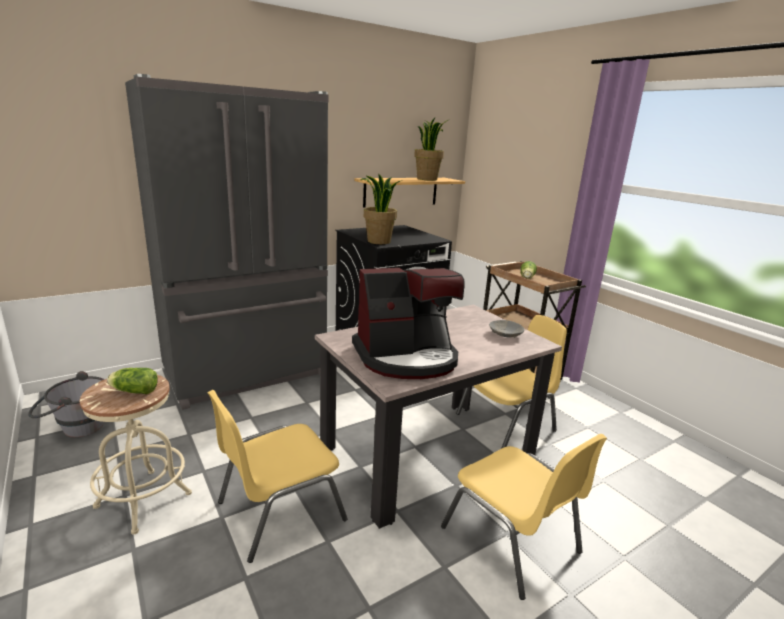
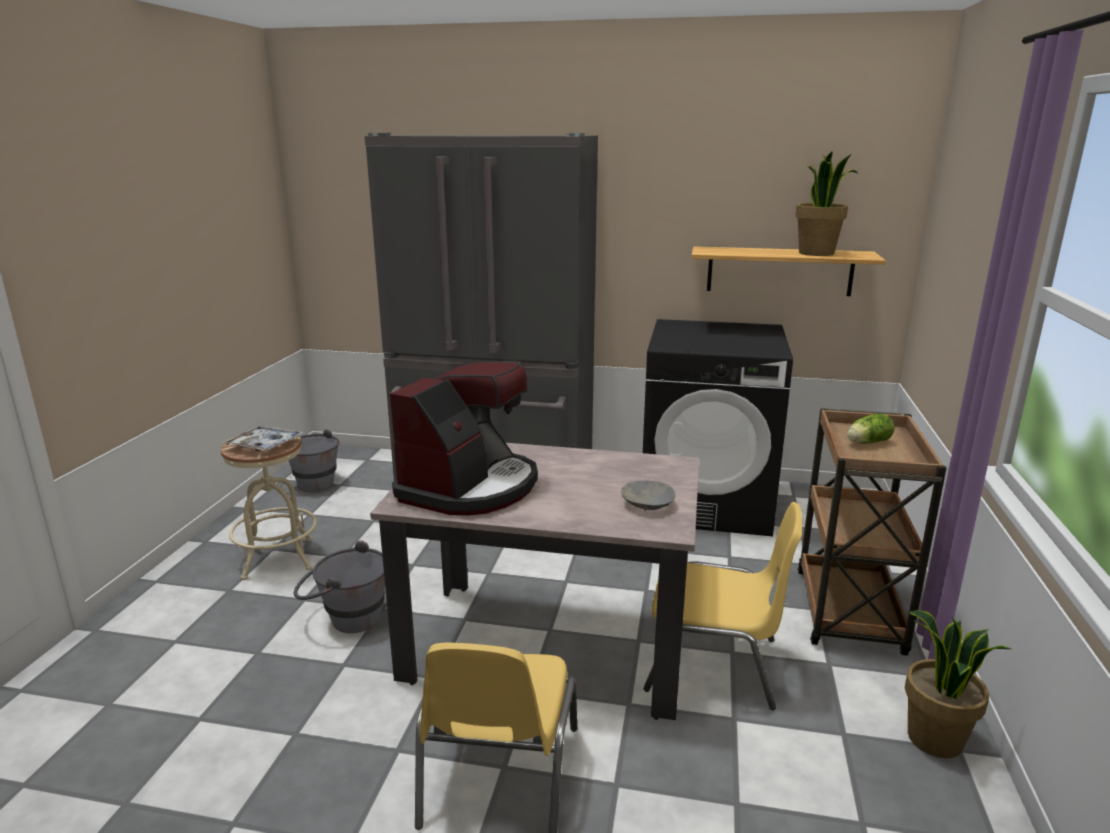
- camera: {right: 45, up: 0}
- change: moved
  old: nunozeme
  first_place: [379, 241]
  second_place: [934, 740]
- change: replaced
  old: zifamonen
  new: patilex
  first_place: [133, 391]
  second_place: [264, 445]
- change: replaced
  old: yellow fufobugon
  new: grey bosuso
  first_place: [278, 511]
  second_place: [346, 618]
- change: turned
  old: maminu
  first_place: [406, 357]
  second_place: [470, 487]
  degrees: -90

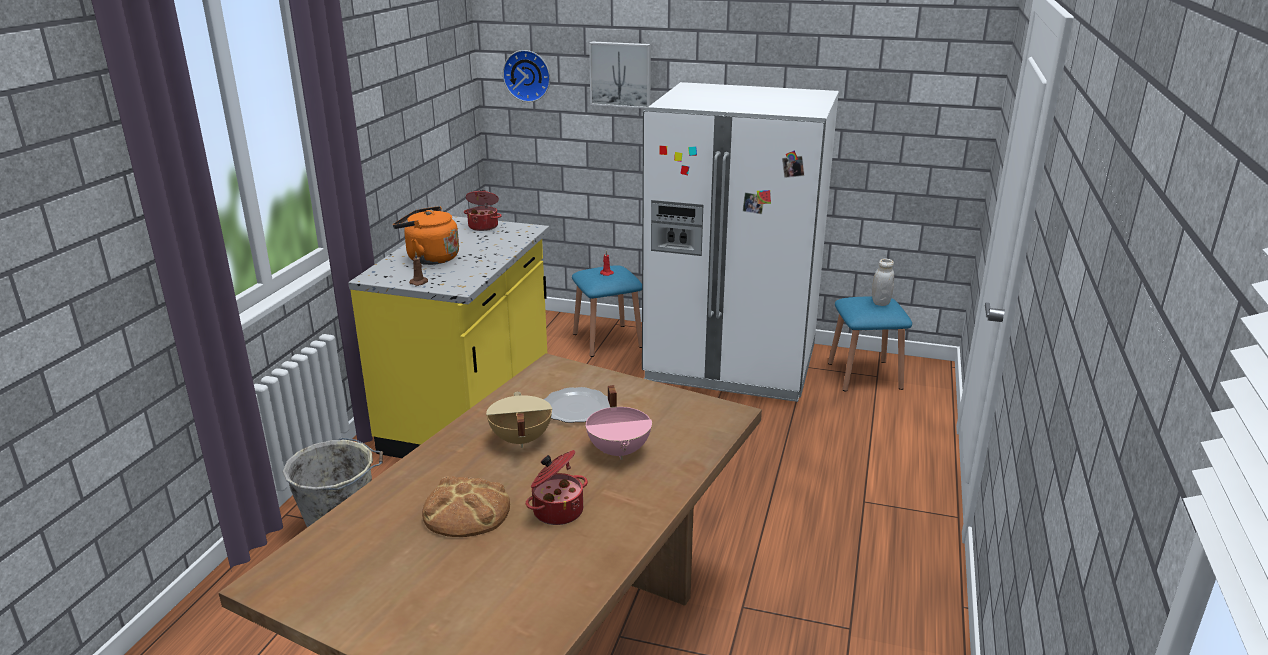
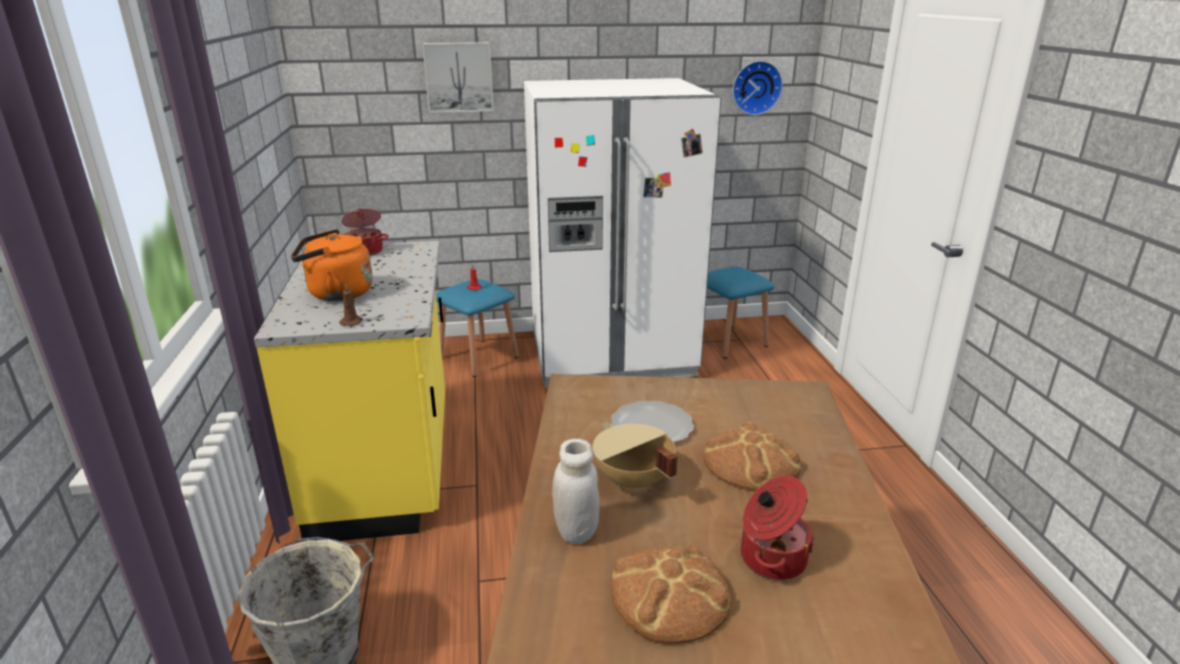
- camera: {right: -25, up: 0}
- change: moved
  old: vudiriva
  first_place: [528, 75]
  second_place: [756, 87]
- change: moved
  old: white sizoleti
  first_place: [880, 302]
  second_place: [576, 531]
- change: replaced
  old: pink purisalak
  new: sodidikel
  first_place: [620, 450]
  second_place: [751, 462]

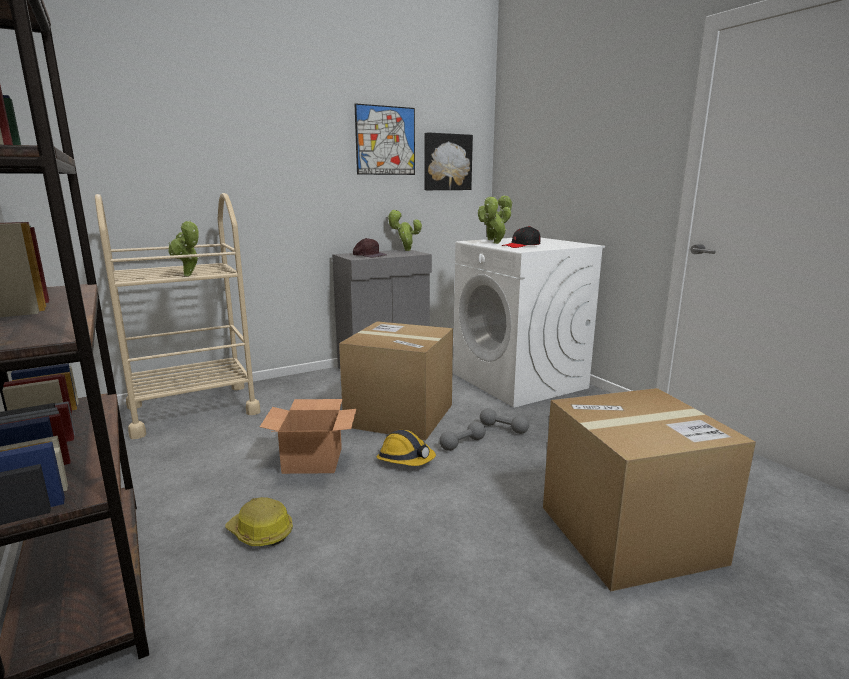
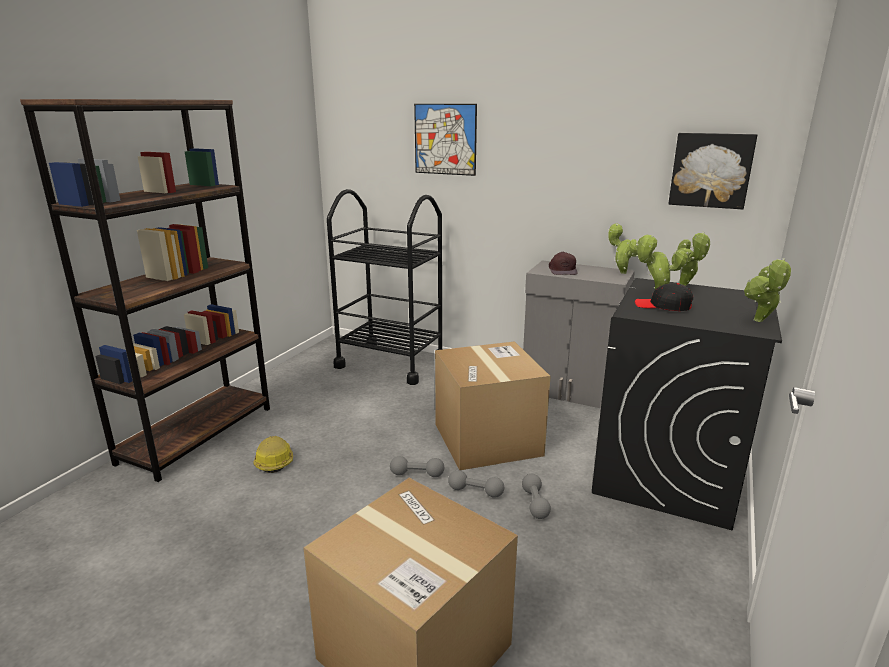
- camera: {right: 55, up: 5}
- change: removed
  old: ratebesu
  first_place: [311, 461]
- change: moved
  old: nunozeme
  first_place: [188, 275]
  second_place: [760, 321]
- change: moved
  old: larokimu
  first_place: [385, 140]
  second_place: [445, 139]
- change: replaced
  old: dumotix
  new: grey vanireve
  first_place: [406, 459]
  second_place: [417, 474]
- change: recoloured
  old: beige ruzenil
  new: black ruzenil
  first_place: [193, 409]
  second_place: [390, 363]
- change: recoloured
  old: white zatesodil
  new: black zatesodil
  first_place: [519, 381]
  second_place: [666, 474]

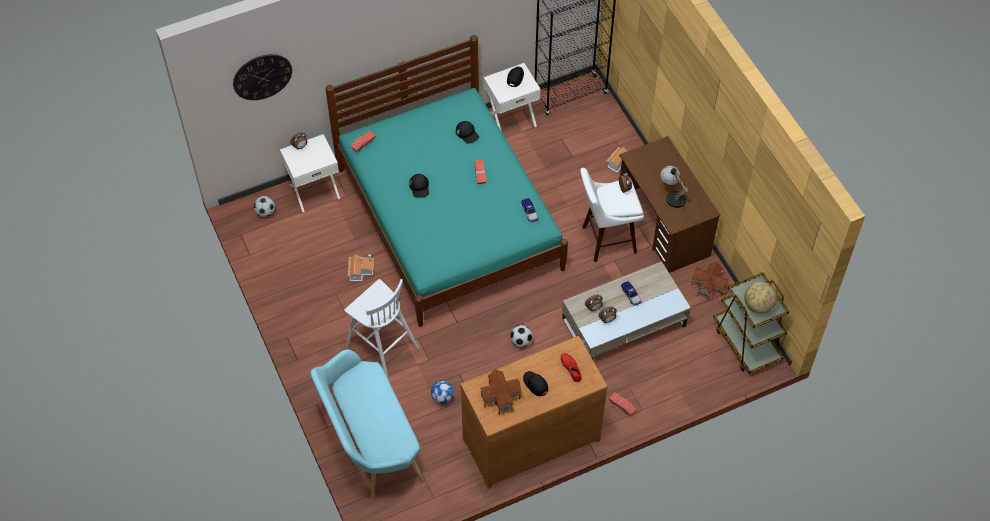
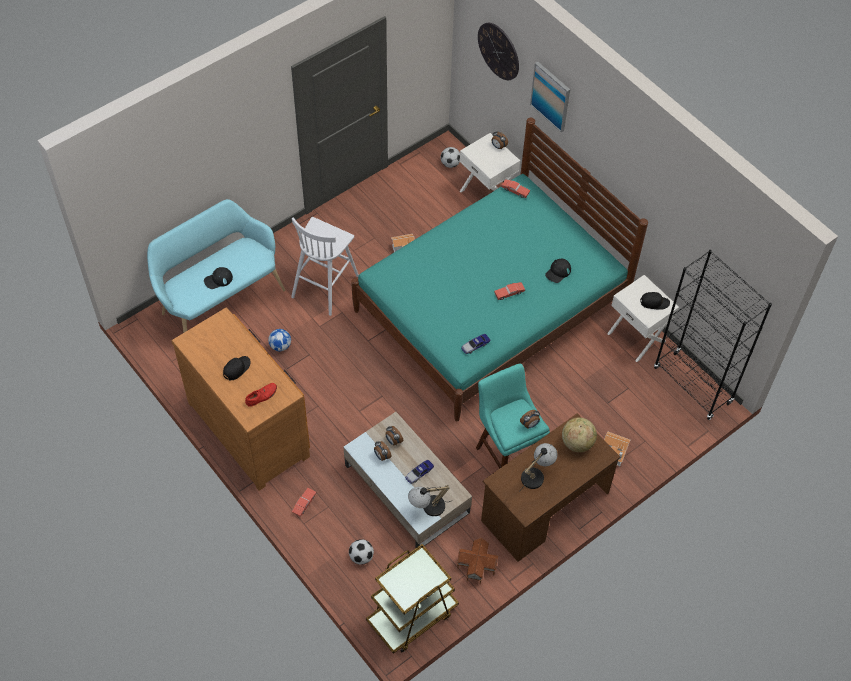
- camera: {right: 75, up: 0}
- change: removed
  old: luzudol
  first_place: [499, 397]
- change: added
  new: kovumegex
  second_place: [427, 508]
- change: added
  new: larokimu
  second_place: [551, 96]
- change: moved
  old: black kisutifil
  first_place: [419, 187]
  second_place: [218, 279]
- change: moved
  old: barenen
  first_place: [521, 341]
  second_place: [361, 557]
- change: moved
  old: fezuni
  first_place: [758, 305]
  second_place: [577, 443]
- change: recoloured
  old: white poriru
  new: turquoise poriru
  first_place: [606, 240]
  second_place: [507, 454]

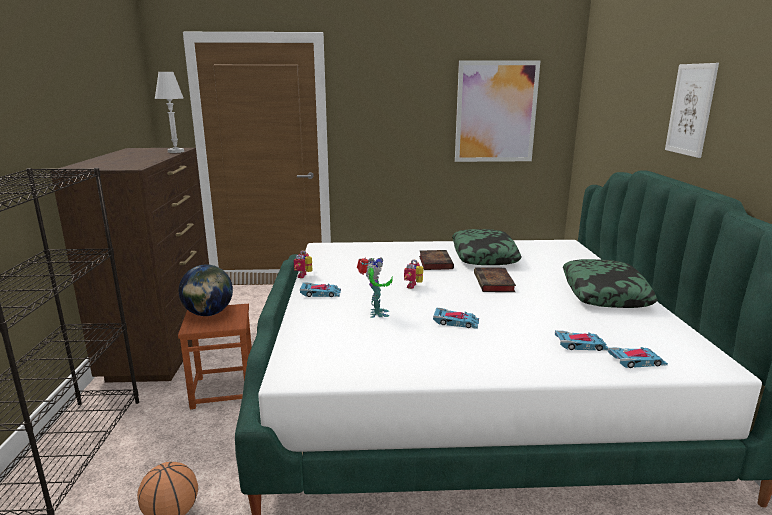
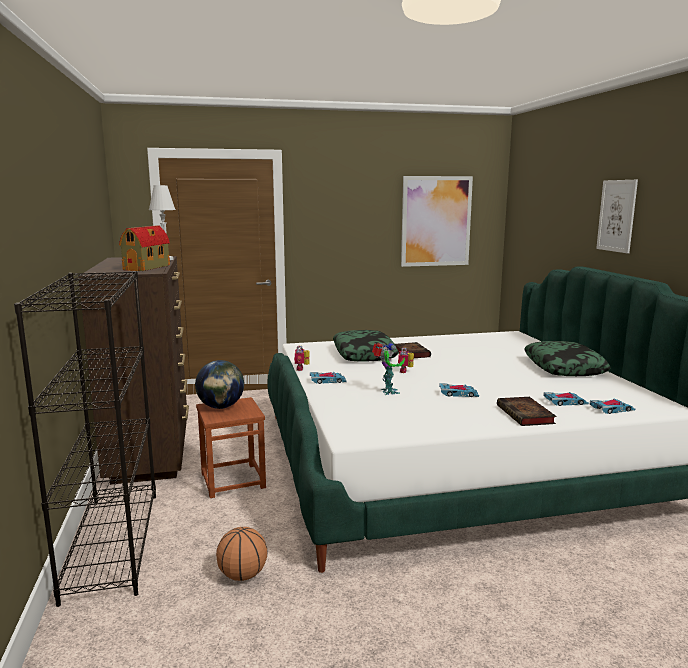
- camera: {right: -10, up: -5}
- change: added
  new: luzudol
  second_place: [147, 267]
- change: moved
  old: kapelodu
  first_place: [484, 256]
  second_place: [364, 354]
- change: moved
  old: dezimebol
  first_place: [494, 283]
  second_place: [526, 415]

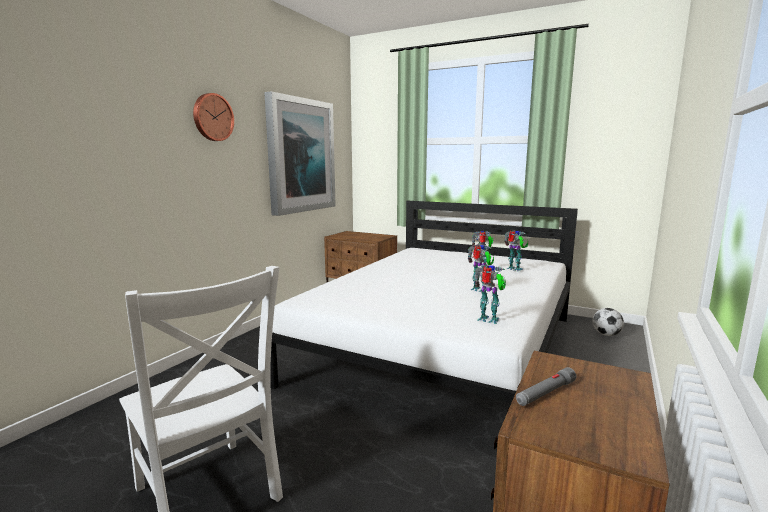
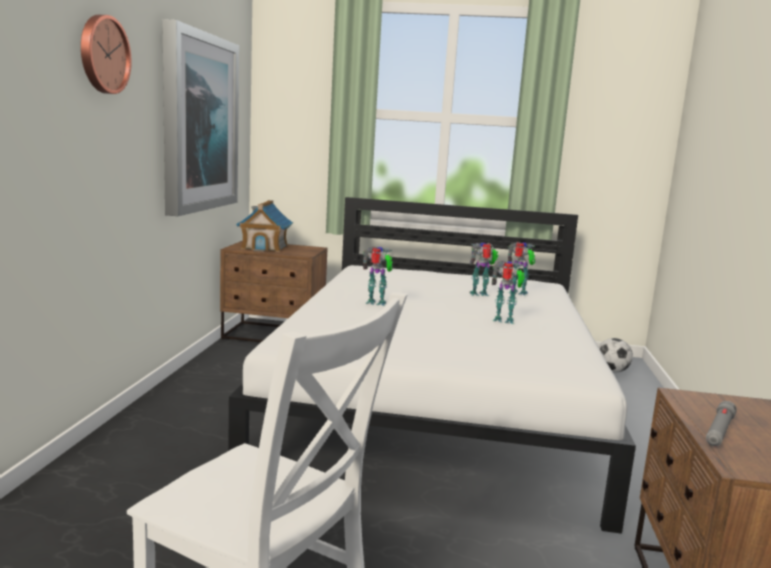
- camera: {right: -20, up: 0}
- change: added
  new: luzudol
  second_place: [265, 247]
- change: moved
  old: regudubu
  first_place: [489, 320]
  second_place: [377, 303]

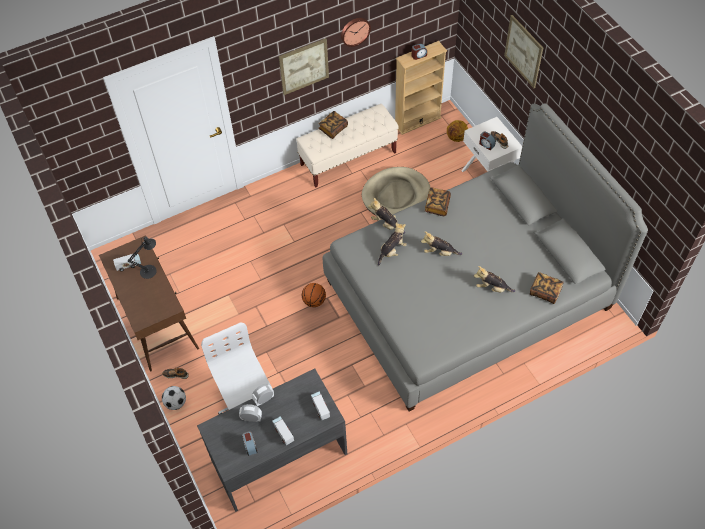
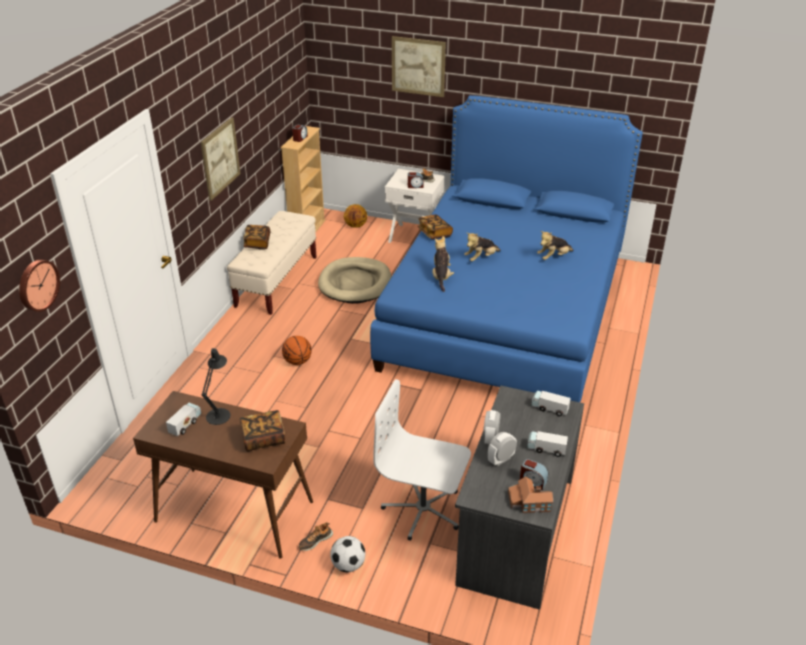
- camera: {right: -45, up: -20}
- change: removed
  old: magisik
  first_place: [386, 224]
- change: added
  new: luzudol
  second_place: [528, 502]
- change: moved
  old: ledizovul
  first_place: [314, 301]
  second_place: [297, 361]
- change: moved
  old: vudiriva
  first_place: [355, 31]
  second_place: [37, 285]
- change: moved
  old: dezimebol
  first_place: [545, 292]
  second_place: [263, 438]
- change: recoloured
  old: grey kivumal
  new: blue kivumal
  first_place: [468, 294]
  second_place: [505, 311]

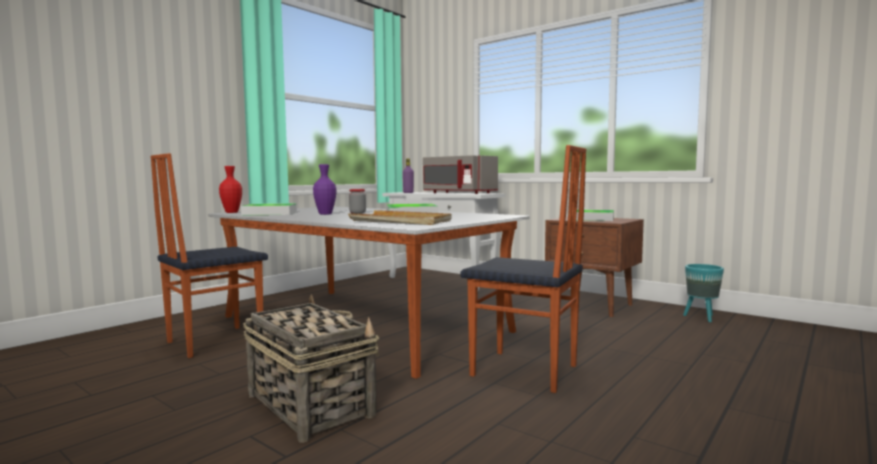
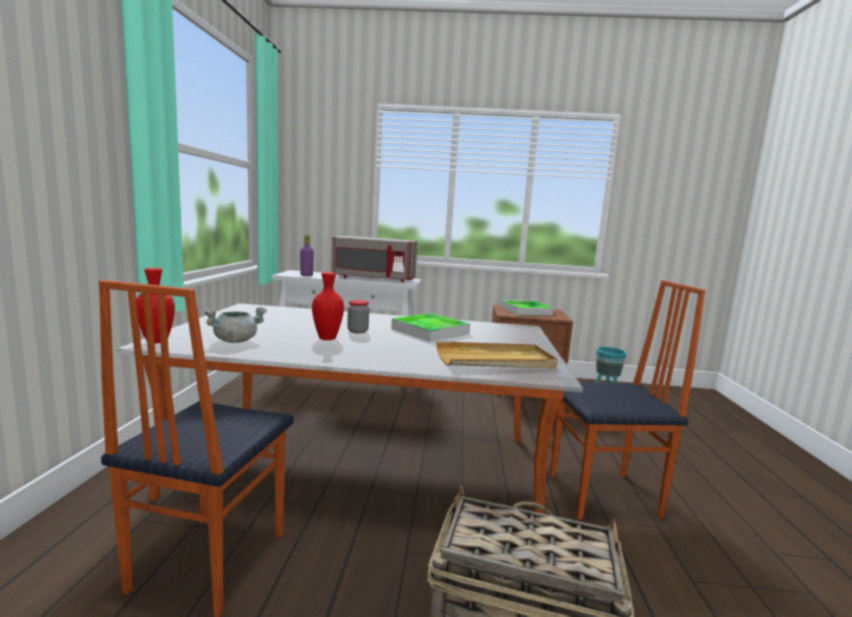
- camera: {right: -35, up: 5}
- change: replaced
  old: patilex
  new: grey purisalak
  first_place: [270, 213]
  second_place: [236, 341]
- change: recoloured
  old: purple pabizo
  new: red pabizo
  first_place: [325, 214]
  second_place: [327, 338]

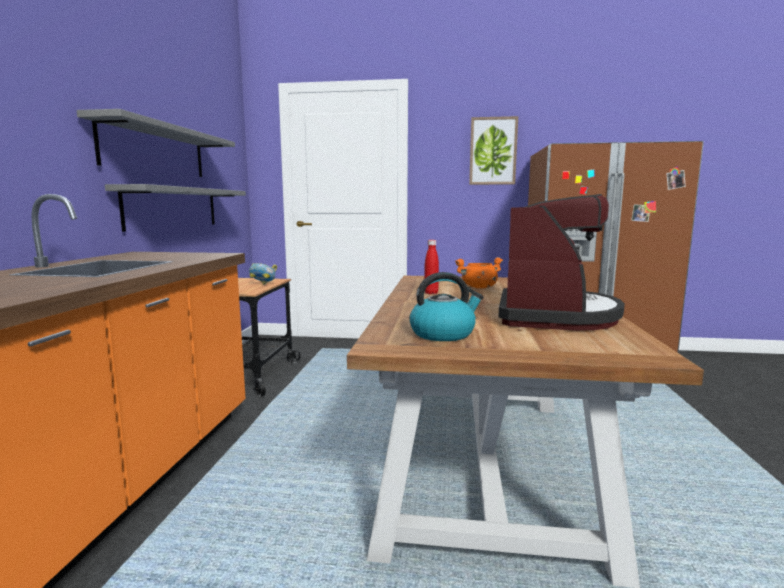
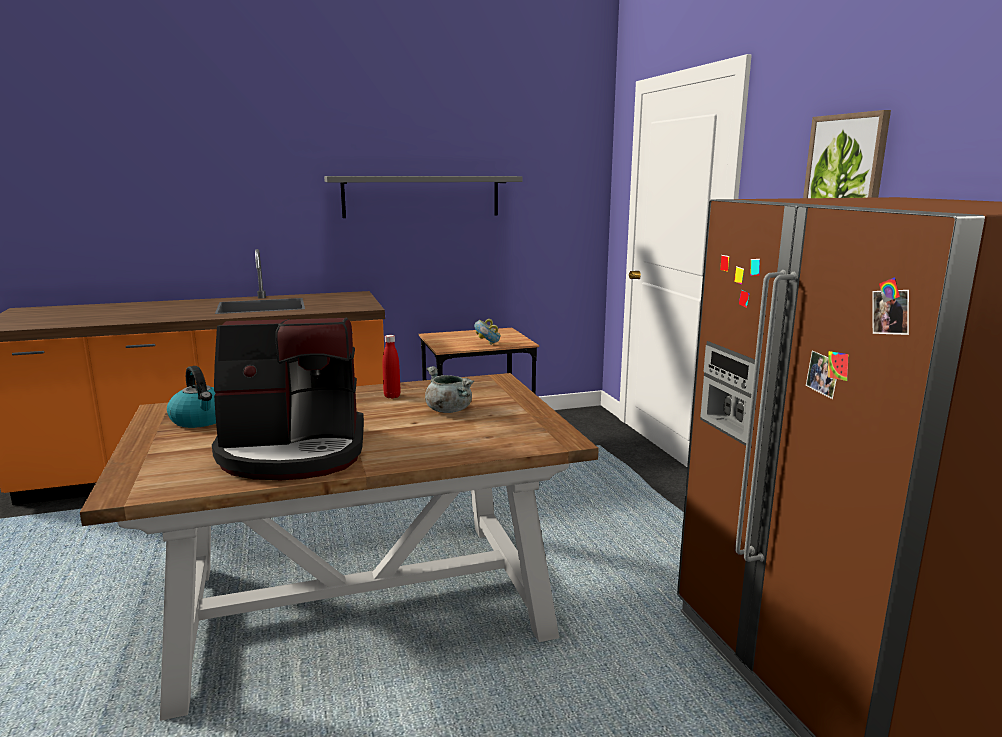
- camera: {right: 65, up: 5}
- change: removed
  old: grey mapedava
  first_place: [173, 208]
- change: recoloured
  old: orange purisalak
  new: grey purisalak
  first_place: [479, 287]
  second_place: [448, 410]

